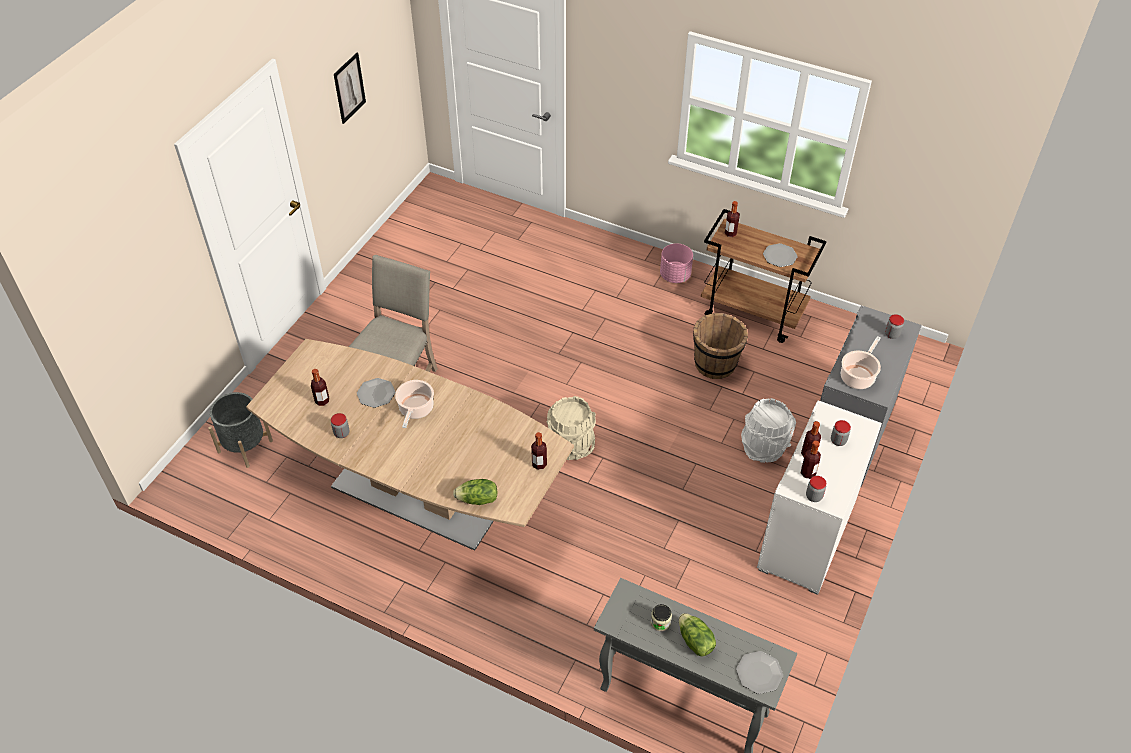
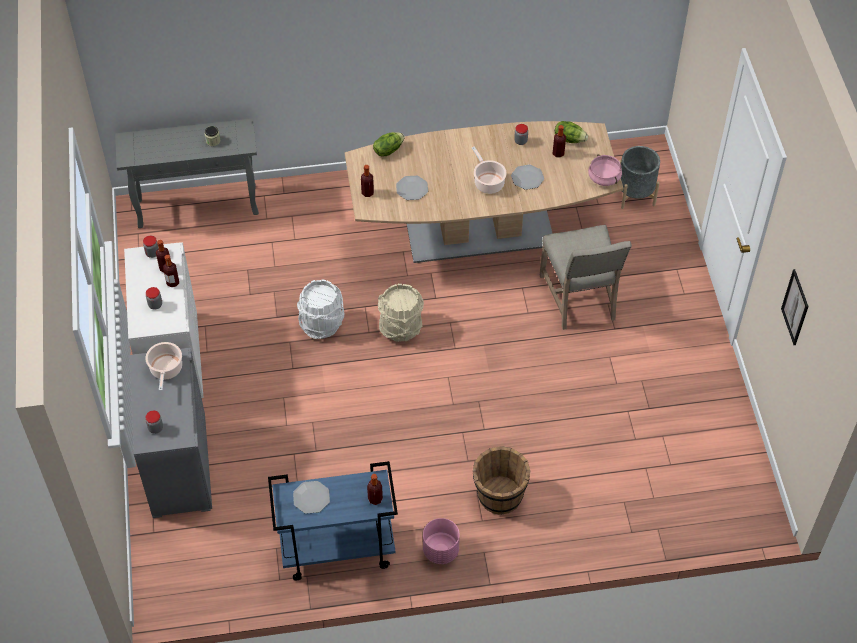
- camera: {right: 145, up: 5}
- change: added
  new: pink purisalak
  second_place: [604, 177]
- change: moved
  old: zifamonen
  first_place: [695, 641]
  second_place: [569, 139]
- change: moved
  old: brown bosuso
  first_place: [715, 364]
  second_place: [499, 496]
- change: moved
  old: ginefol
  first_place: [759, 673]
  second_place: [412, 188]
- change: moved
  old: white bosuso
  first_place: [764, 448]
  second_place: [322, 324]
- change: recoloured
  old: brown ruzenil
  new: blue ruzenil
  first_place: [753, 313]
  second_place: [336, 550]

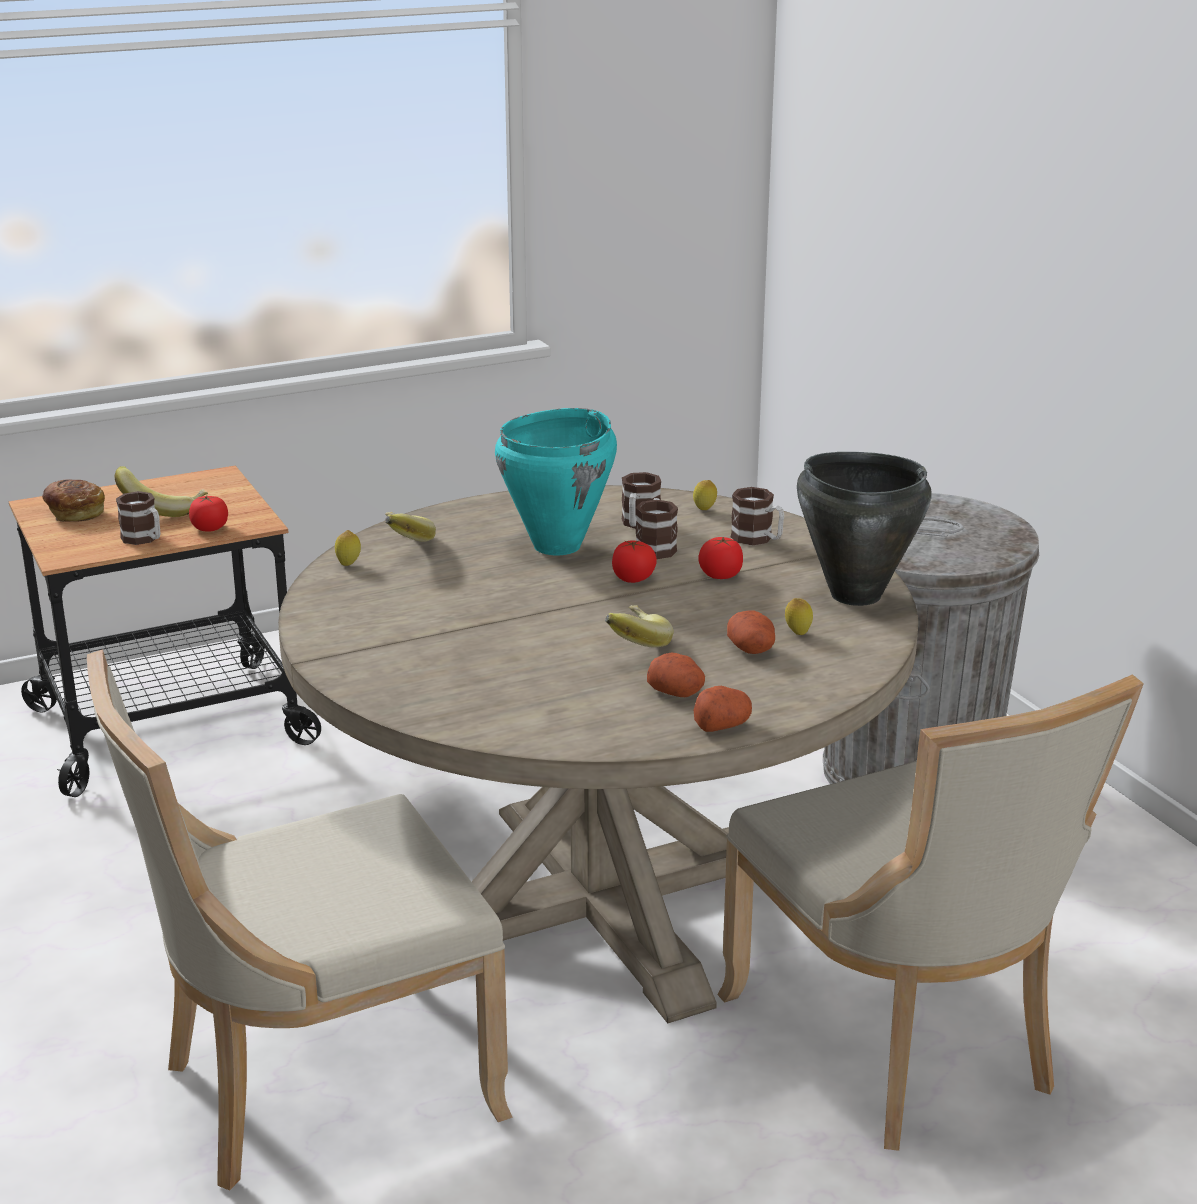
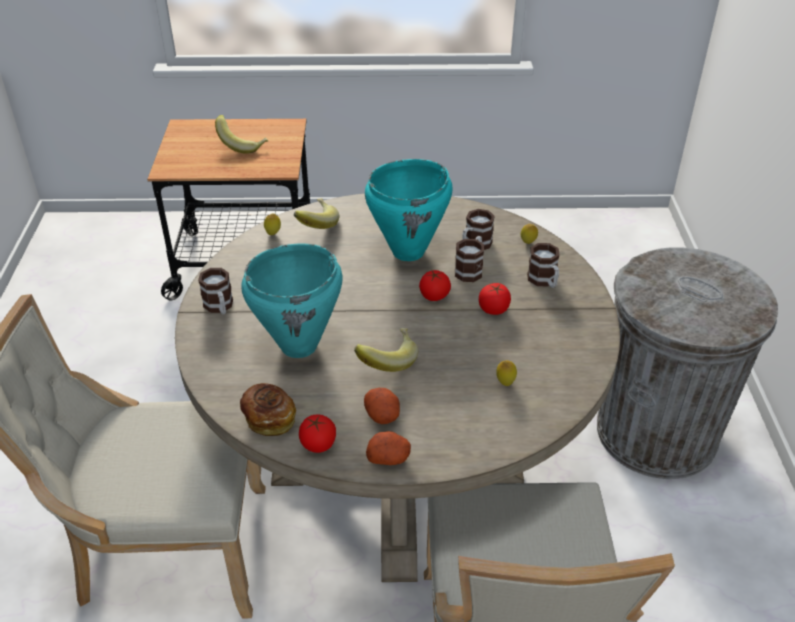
- camera: {right: 25, up: 15}
- change: removed
  old: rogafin
  first_place: [752, 649]
- change: removed
  old: black purisalak
  first_place: [854, 594]
- change: added
  new: turquoise purisalak
  second_place: [300, 346]
- change: moved
  old: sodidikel
  first_place: [75, 513]
  second_place: [269, 418]
- change: moved
  old: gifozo
  first_place: [144, 539]
  second_place: [220, 307]
- change: moved
  old: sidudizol
  first_place: [210, 528]
  second_place: [318, 444]

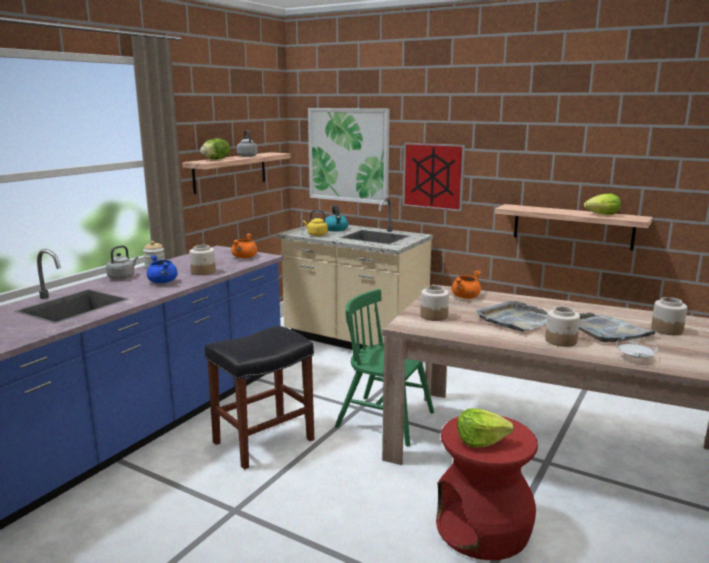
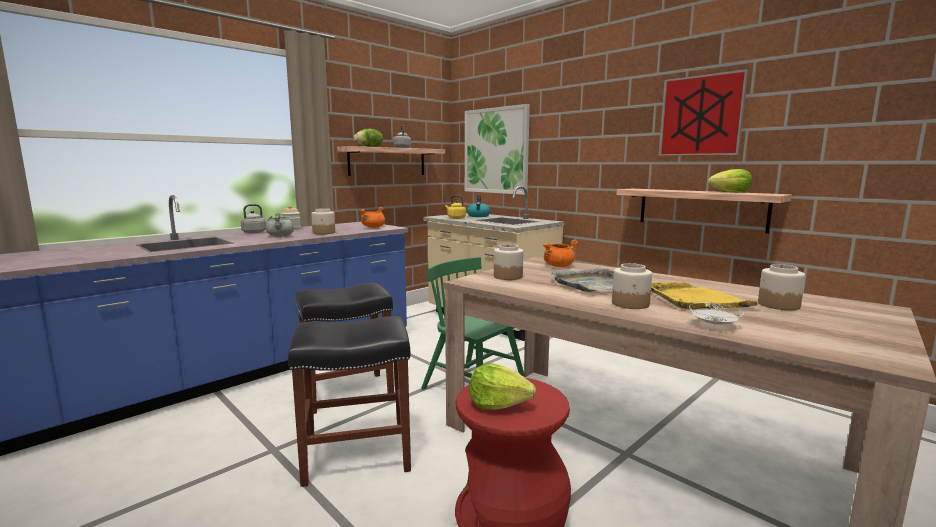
- camera: {right: 15, up: -5}
- change: added
  new: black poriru
  second_place: [358, 454]
- change: moved
  old: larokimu
  first_place: [433, 176]
  second_place: [701, 116]
- change: recoloured
  old: blue purisalak
  new: grey purisalak
  first_place: [163, 282]
  second_place: [280, 236]
- change: recoloured
  old: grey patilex
  new: yellow patilex
  first_place: [606, 330]
  second_place: [696, 300]

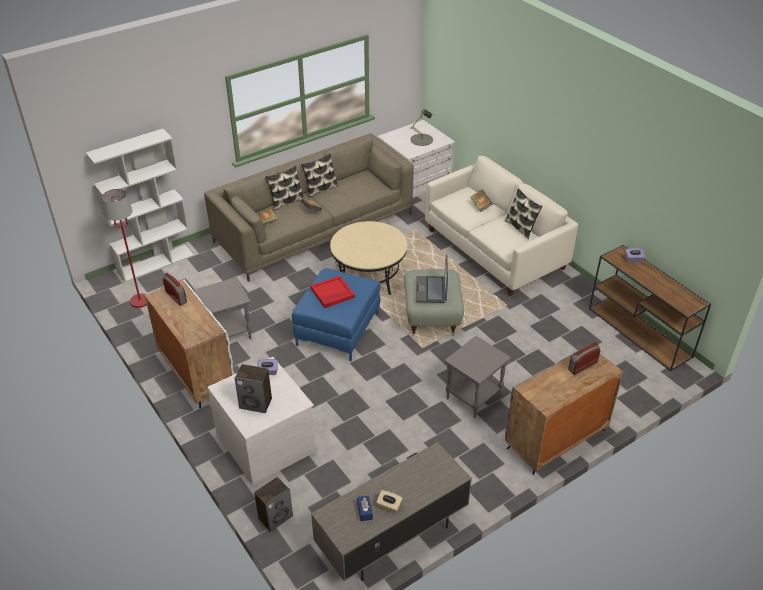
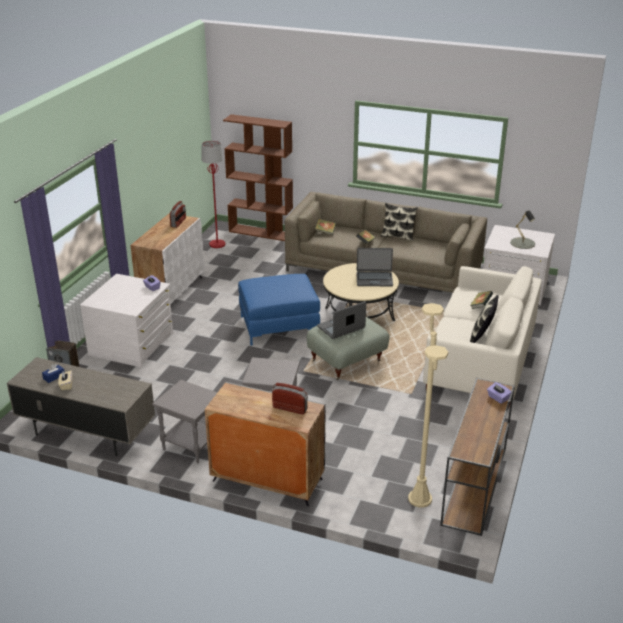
- camera: {right: 55, up: -10}
- change: removed
  old: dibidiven
  first_place: [256, 403]
- change: removed
  old: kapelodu
  first_place: [286, 202]
- change: removed
  old: red patilex
  first_place: [332, 293]
- change: added
  new: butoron
  second_place: [374, 279]
- change: added
  new: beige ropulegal
  second_place: [420, 499]
- change: moved
  old: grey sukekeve
  first_place: [227, 334]
  second_place: [190, 446]
- change: recoloured
  old: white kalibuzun
  new: brown kalibuzun
  first_place: [155, 263]
  second_place: [261, 233]

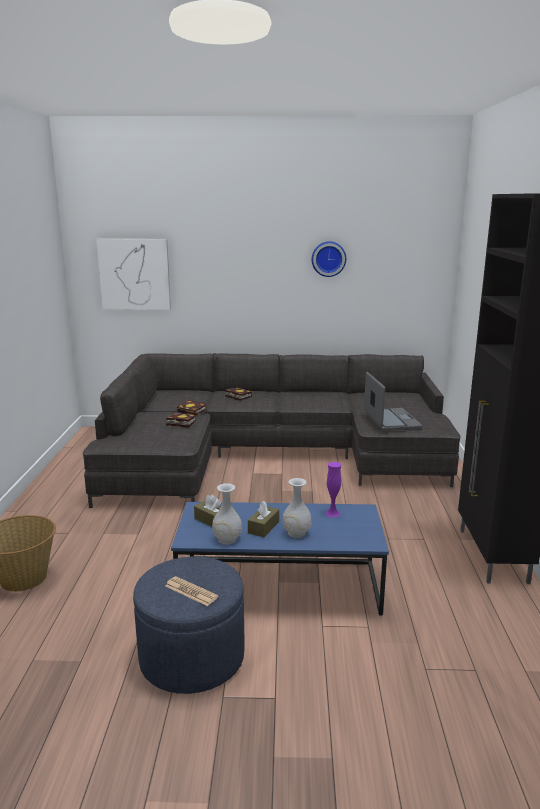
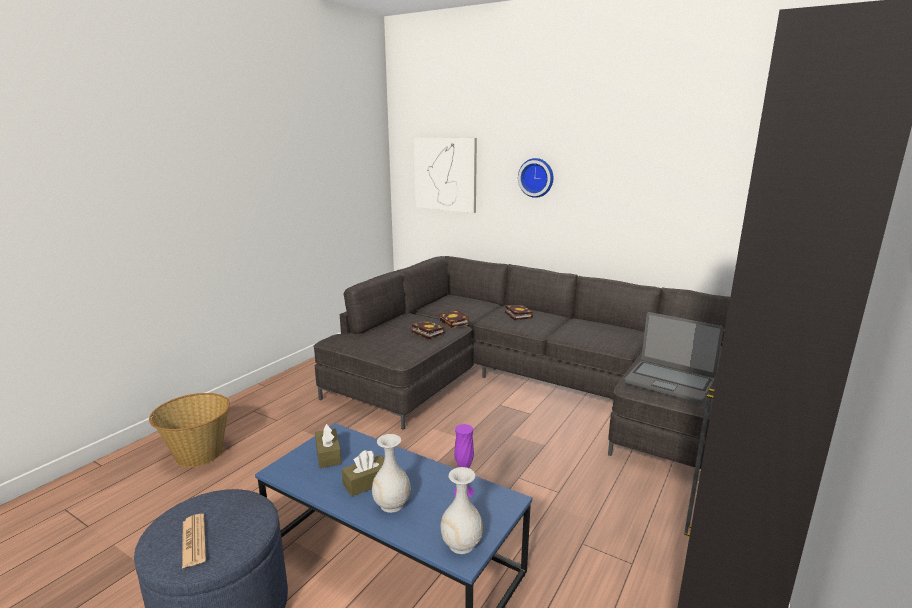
- camera: {right: 30, up: 0}
- change: moved
  old: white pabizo
  first_place: [227, 539]
  second_place: [461, 544]
- change: moved
  old: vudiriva
  first_place: [328, 259]
  second_place: [536, 177]
- change: turned
  old: butoron
  first_place: [391, 420]
  second_place: [669, 382]
  degrees: 105

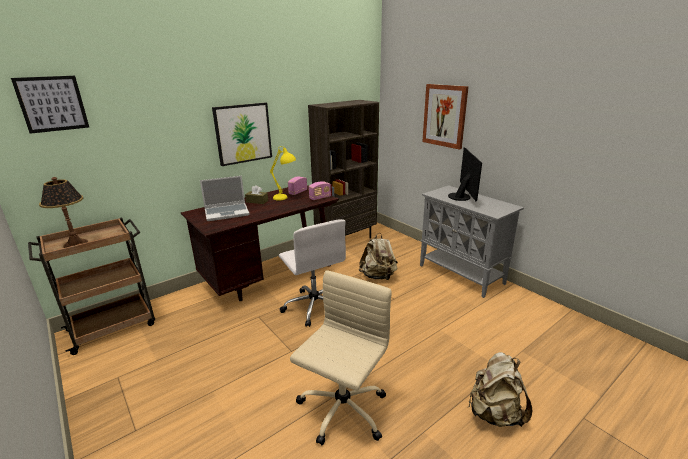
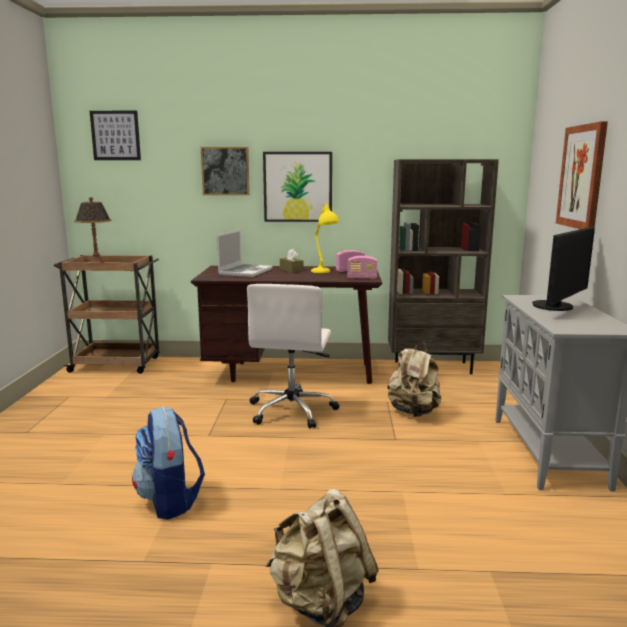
- camera: {right: 40, up: -10}
- change: added
  new: larokimu
  second_place: [225, 171]
- change: replaced
  old: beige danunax
  new: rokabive
  first_place: [341, 410]
  second_place: [170, 500]
- change: turned
  old: butoron
  first_place: [227, 212]
  second_place: [245, 272]
  degrees: -90

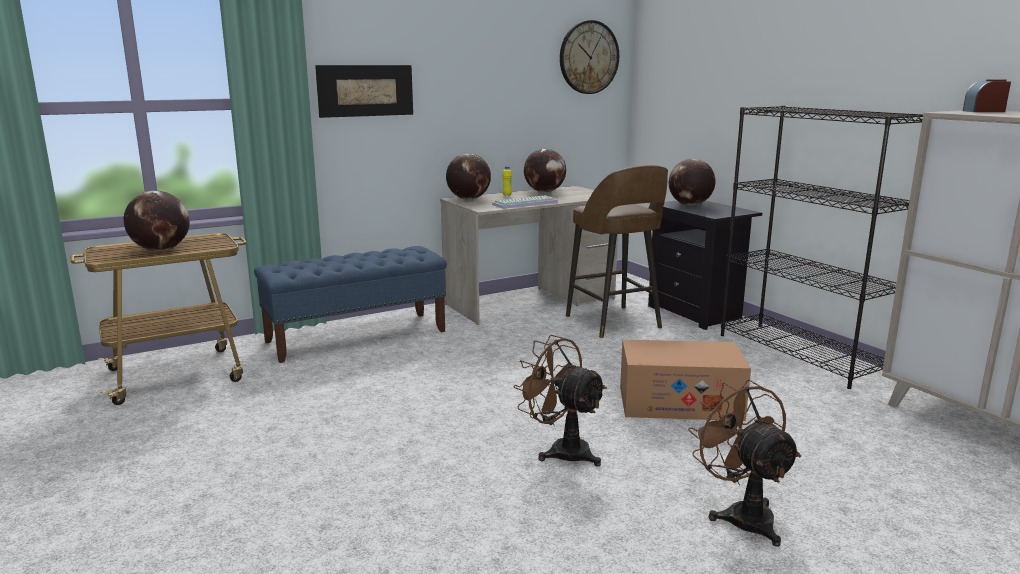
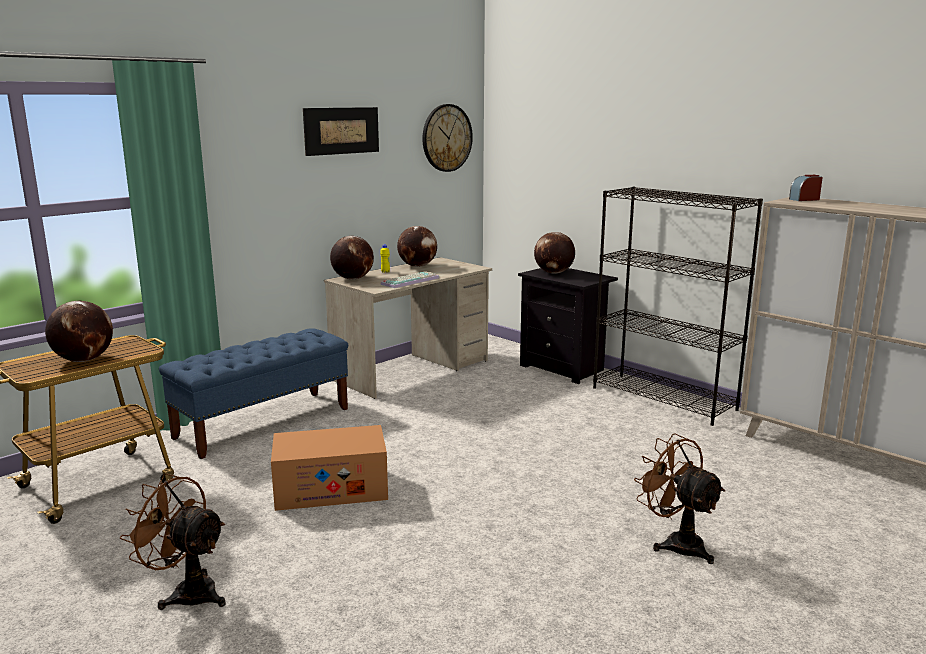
- camera: {right: -15, up: 0}
- change: removed
  old: brown poriru
  first_place: [614, 323]
- change: moved
  old: larokimu
  first_place: [365, 90]
  second_place: [341, 130]
- change: moved
  old: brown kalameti
  first_place: [561, 450]
  second_place: [187, 592]
- change: moved
  old: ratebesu
  first_place: [679, 403]
  second_place: [331, 489]

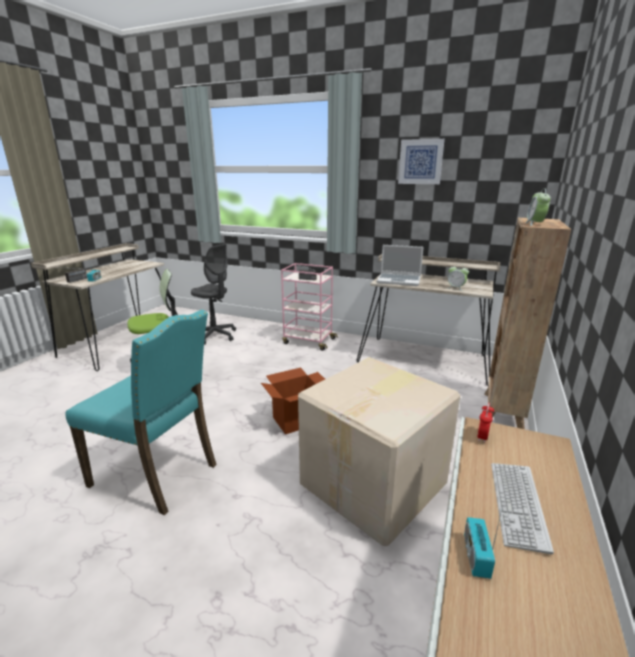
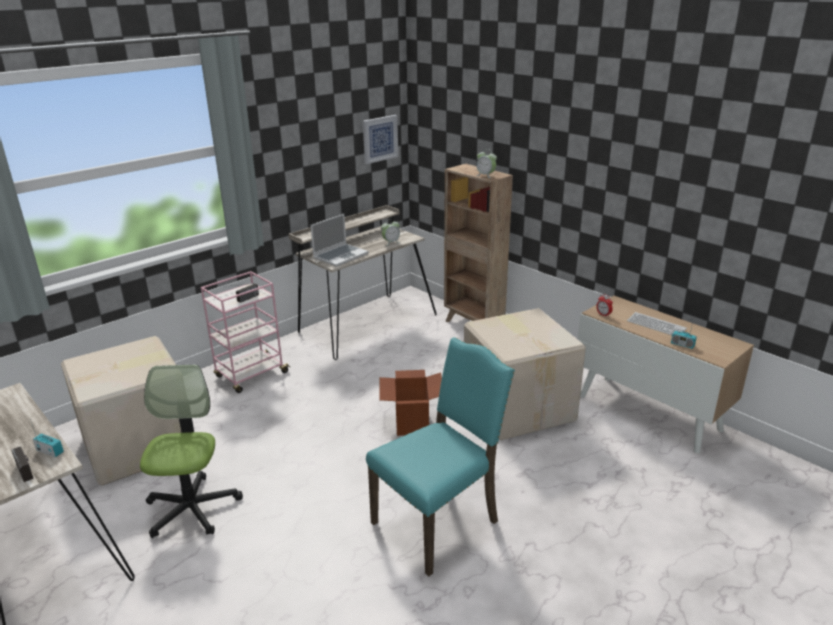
- camera: {right: -65, up: 5}
- change: moved
  old: larokimu
  first_place: [420, 162]
  second_place: [380, 139]
- change: replaced
  old: grey danunax
  new: ratebesu
  first_place: [215, 336]
  second_place: [141, 445]

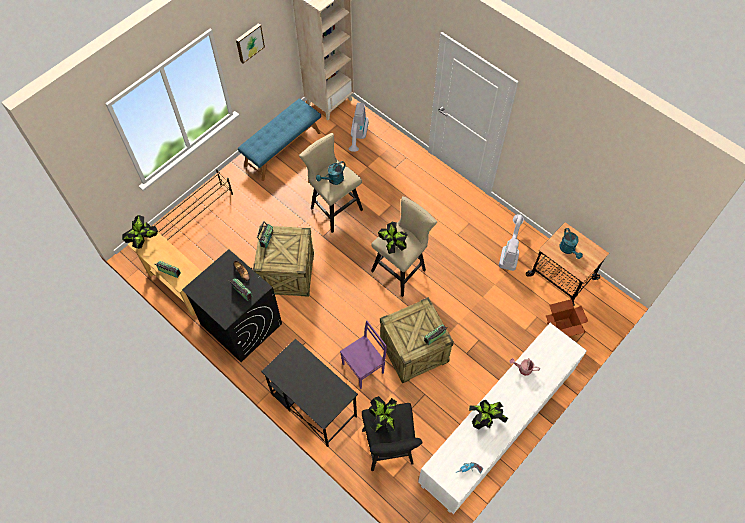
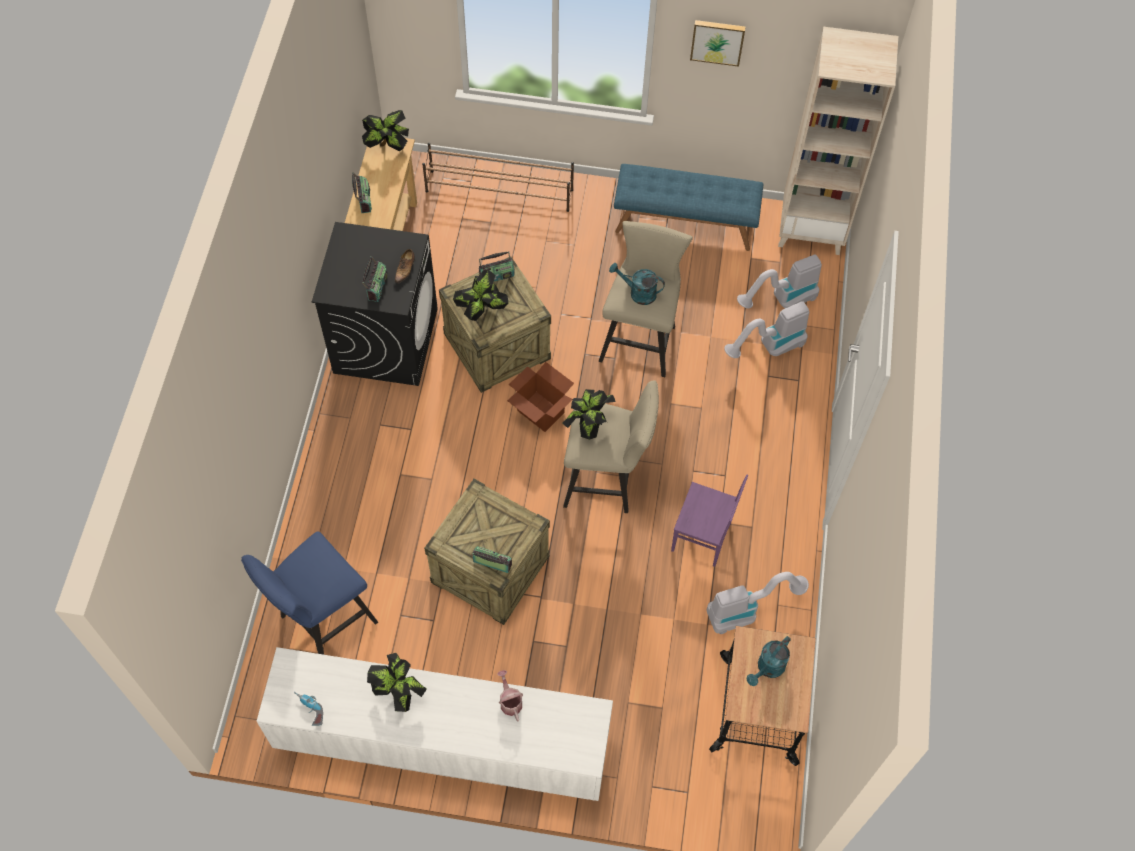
- camera: {right: 55, up: 0}
- change: removed
  old: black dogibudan
  first_place: [313, 405]
- change: added
  new: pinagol
  second_place: [769, 348]
- change: moved
  old: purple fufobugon
  first_place: [364, 368]
  second_place: [702, 538]
- change: moved
  old: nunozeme
  first_place: [383, 419]
  second_place: [482, 310]
- change: moved
  old: ratebesu
  first_place: [561, 328]
  second_place: [540, 411]
- change: recoloured
  old: black poriru
  new: blue poriru
  first_place: [389, 450]
  second_place: [322, 622]

